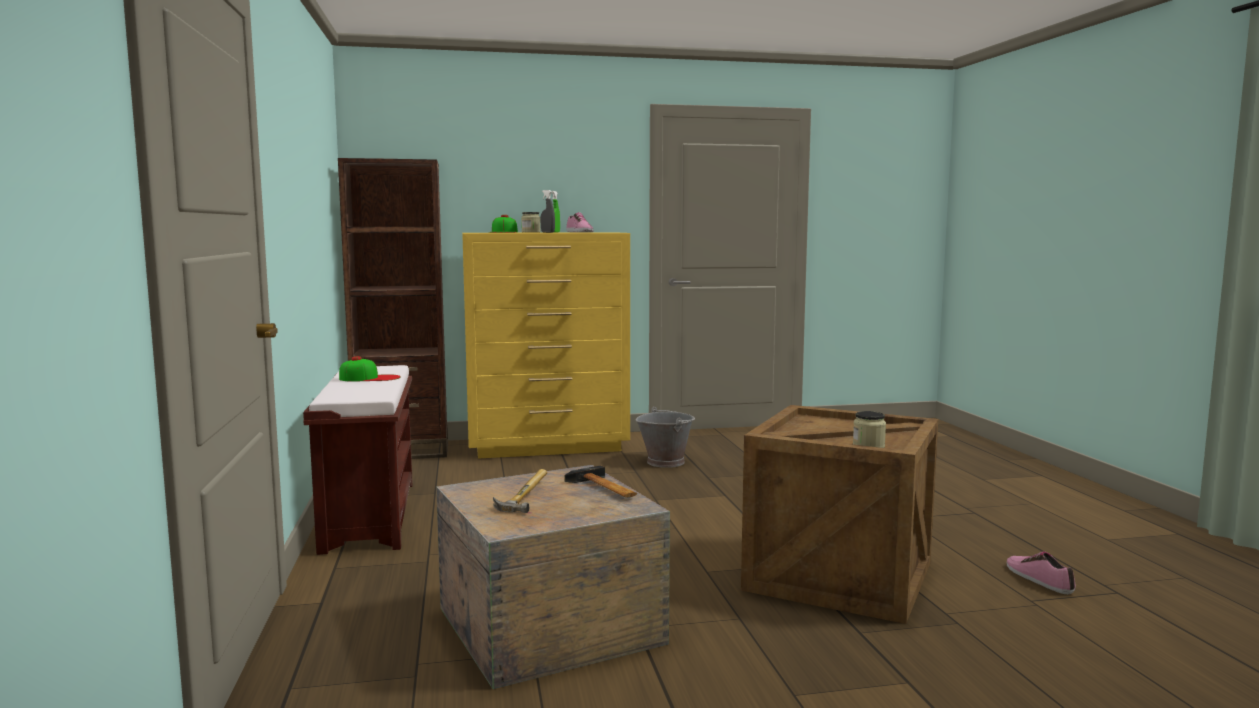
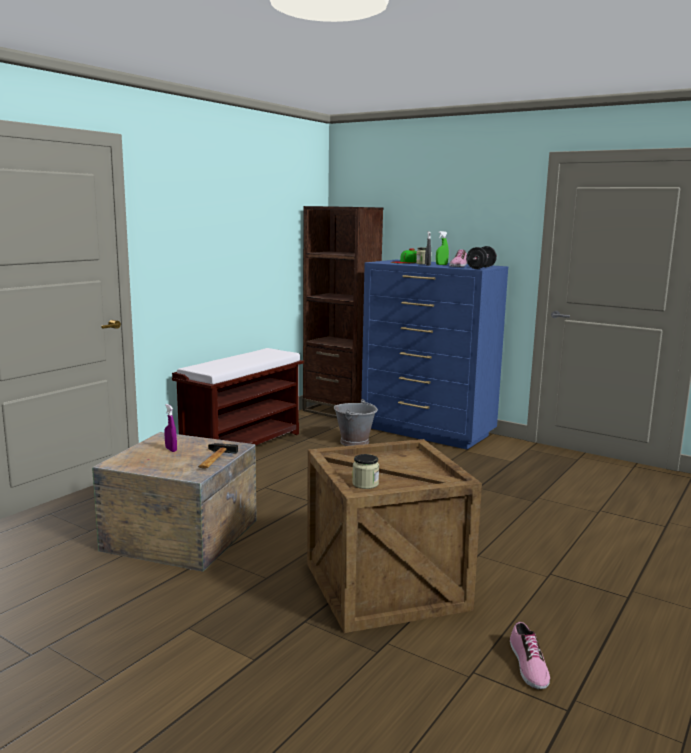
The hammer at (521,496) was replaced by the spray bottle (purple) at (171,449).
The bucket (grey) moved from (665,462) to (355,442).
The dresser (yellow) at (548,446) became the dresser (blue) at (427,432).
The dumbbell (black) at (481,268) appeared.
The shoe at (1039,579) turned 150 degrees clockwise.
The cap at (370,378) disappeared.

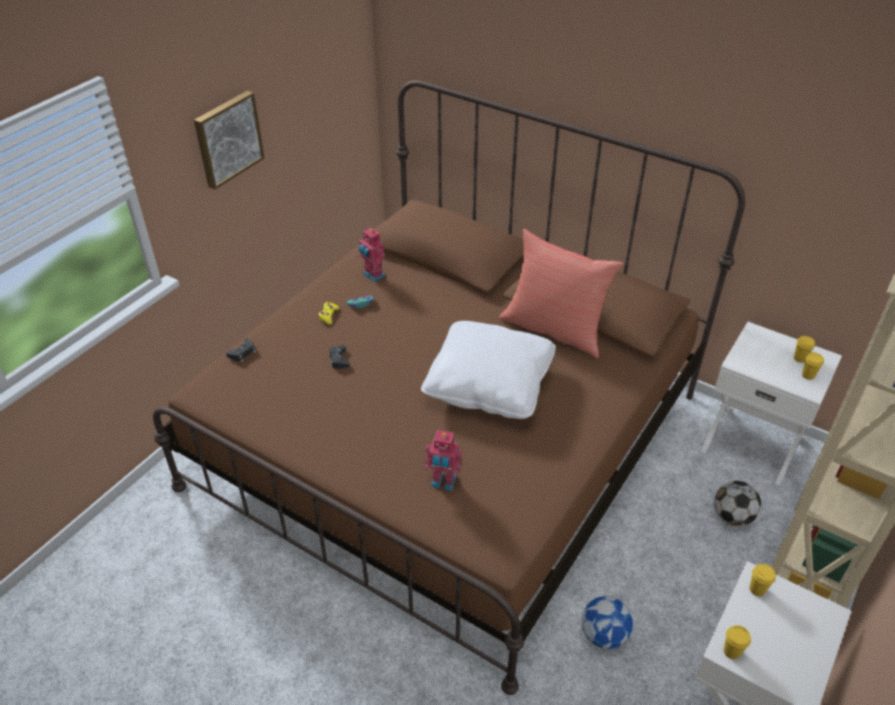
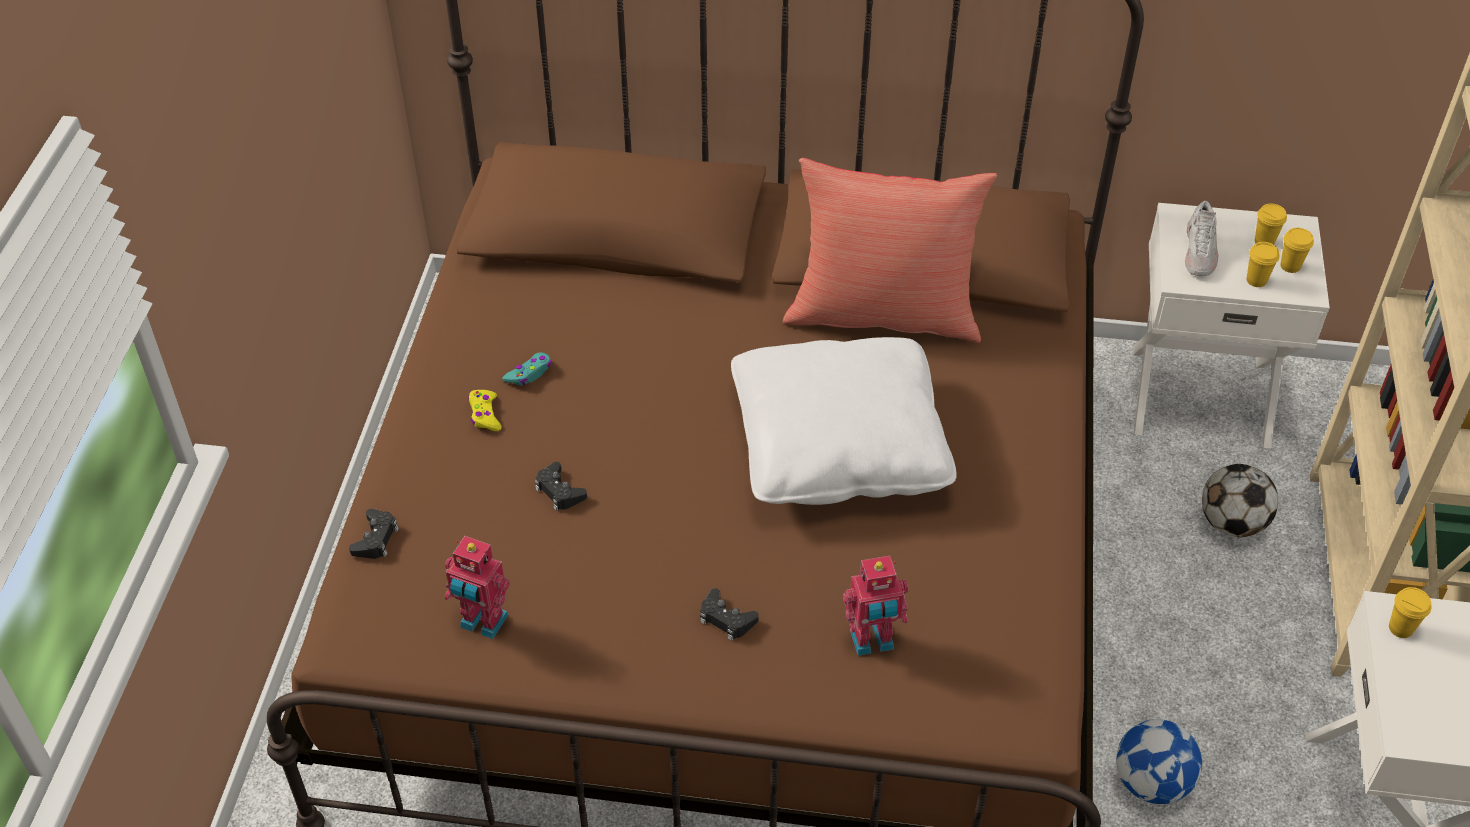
The toy robot moved from (373,276) to (482,623).
The game controller (black) at (726,619) appeared.
The shoe (white) at (1199,253) appeared.
The cup (yellow) moved from (731,651) to (1256,280).
The picture at (227,138) disappeared.

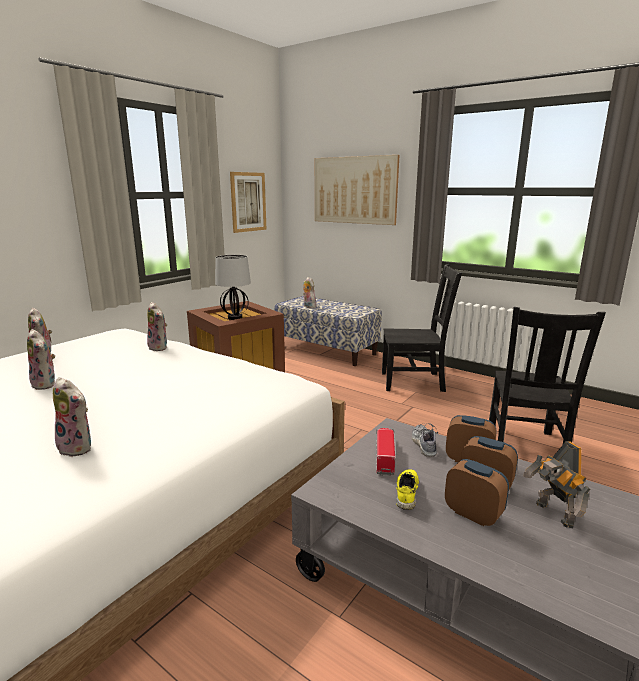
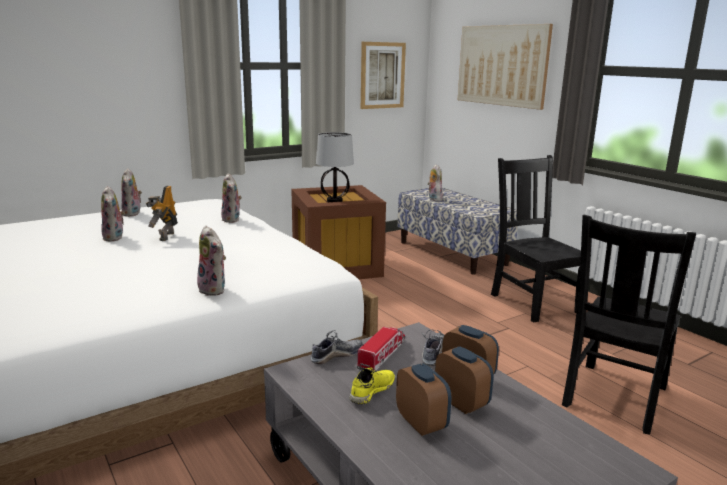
The toy robot moved from (552,514) to (165,236).
The plush toy moved from (78,447) to (214,290).
The shoe at (336,356) appeared.
The chair (black) at (415,382) turned 135 degrees counterclockwise.

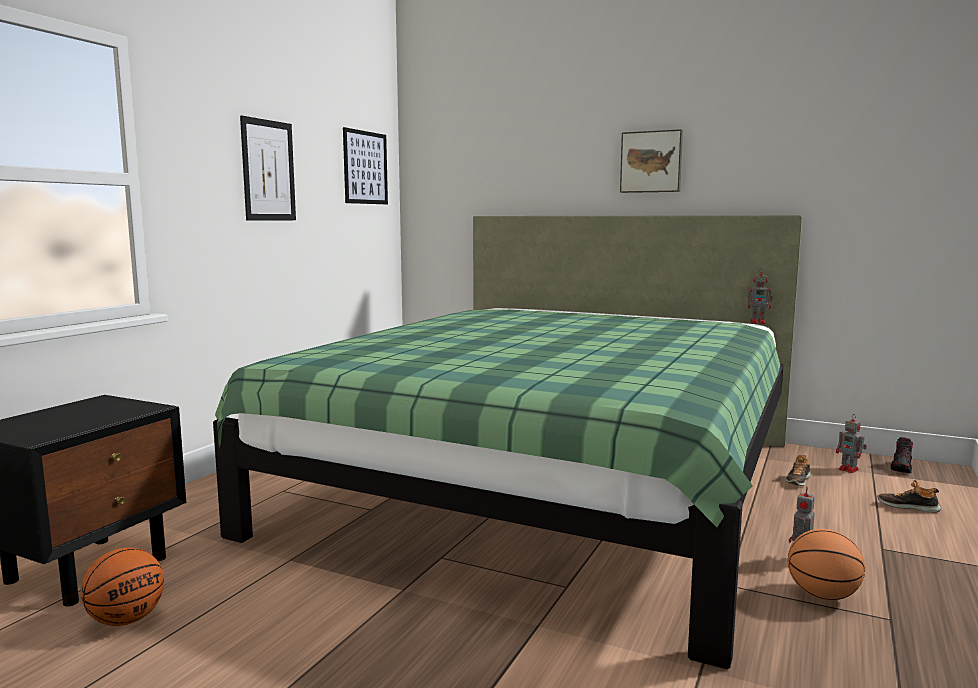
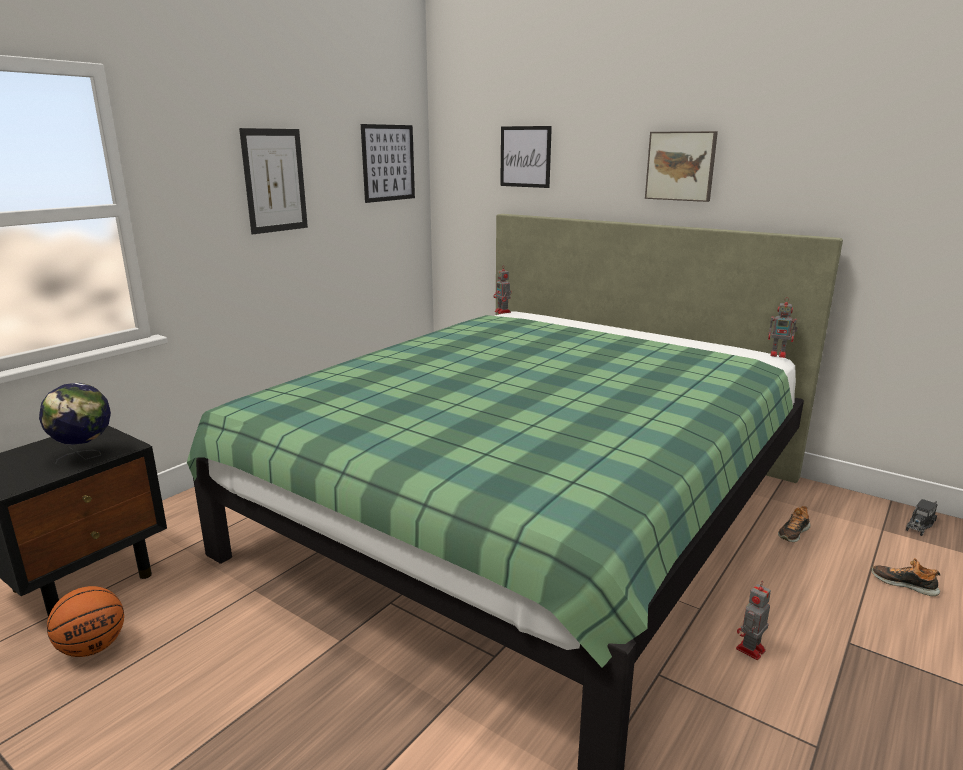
The globe at (85,456) appeared.
The toy robot moved from (849,470) to (503,312).
The picture at (525,156) appeared.
The shoe at (901,468) was replaced by the toy truck at (920,525).
The basketball at (822,596) disappeared.

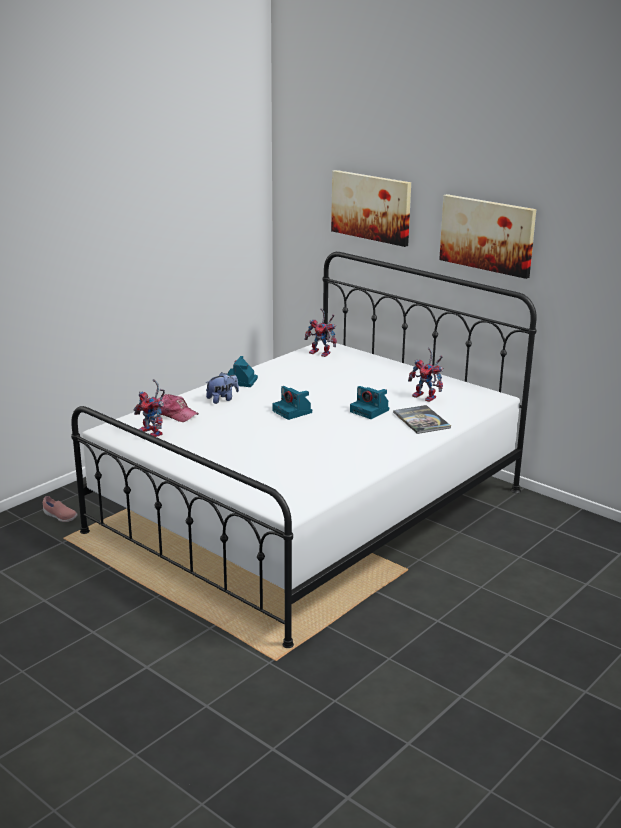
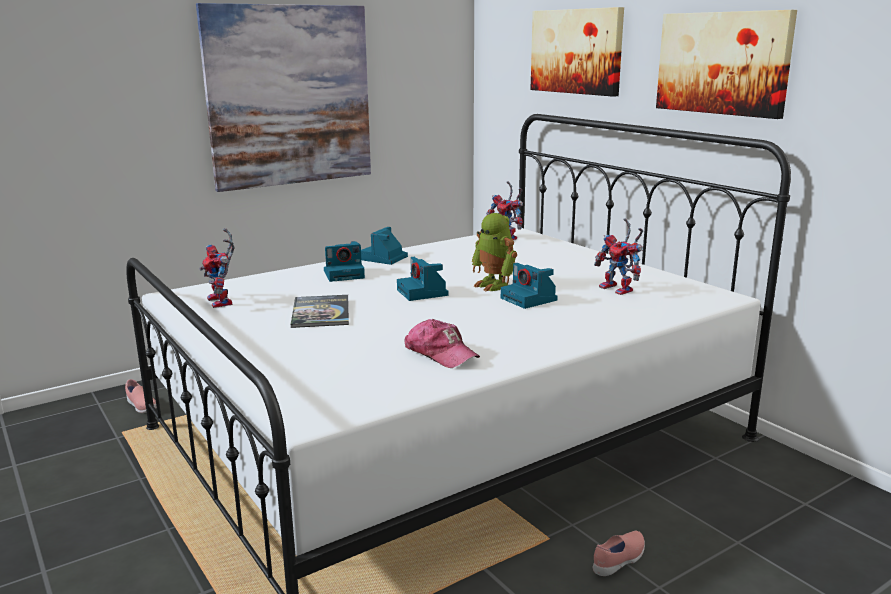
The picture at (290,96) appeared.
The book moved from (421,420) to (321,312).
The plush toy at (222,399) was replaced by the photo camera at (345,274).
The cap moved from (174,414) to (440,354).
The toy robot at (494,285) appeared.
The shoe (pink) at (619,561) appeared.

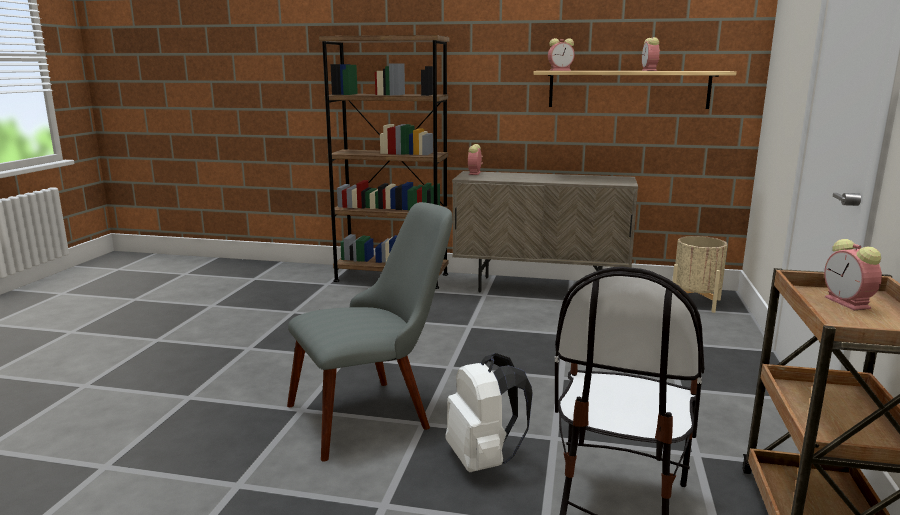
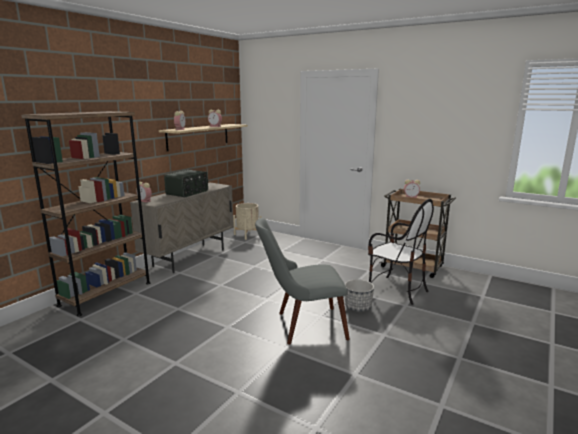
The radio at (188,192) appeared.
The chair (grey) at (375,412) turned 90 degrees counterclockwise.
The backpack (white) at (484,460) was replaced by the planter at (358,307).

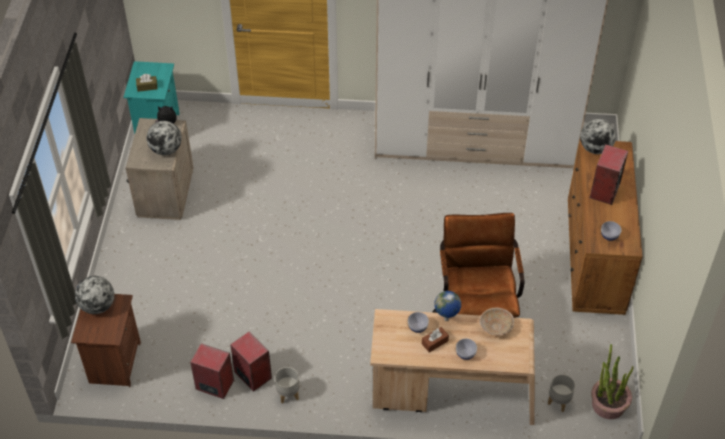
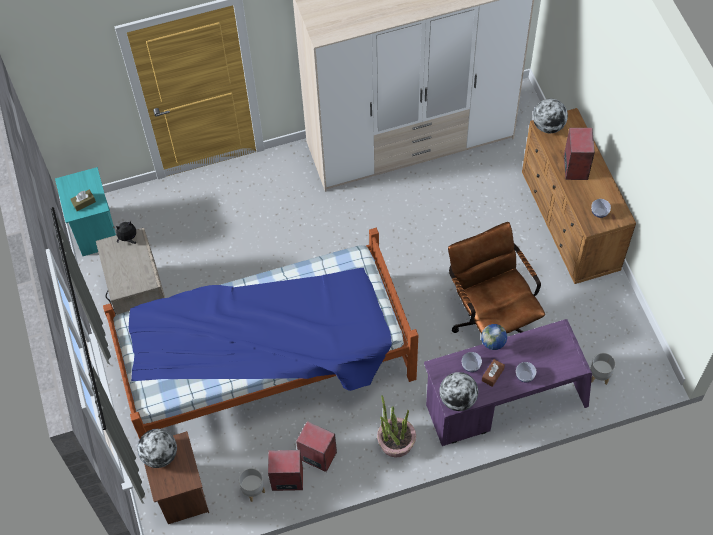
The bed at (268,366) appeared.
The planter (grey) moved from (288,394) to (254,490).
The potted plant moved from (608,404) to (396,442).
The desk (beige) at (452,393) became the desk (purple) at (504,404).
The globe moved from (166,149) to (457,399).
The bowl (beige) at (495,327) disappeared.

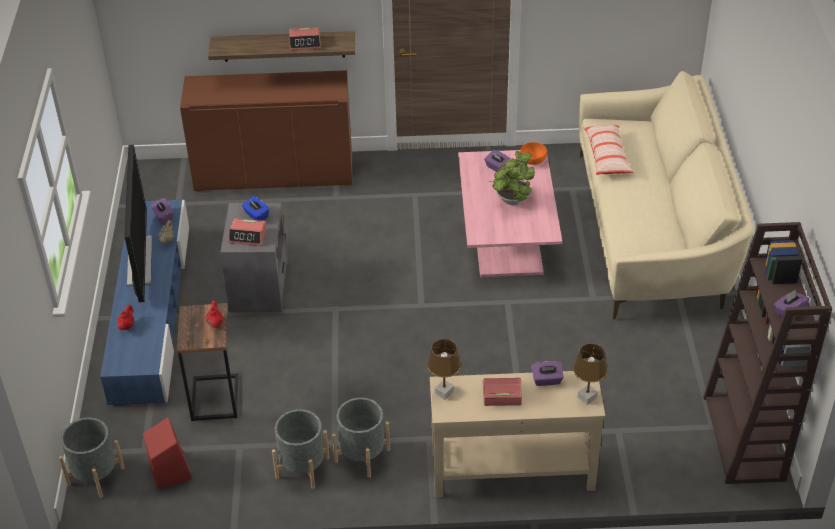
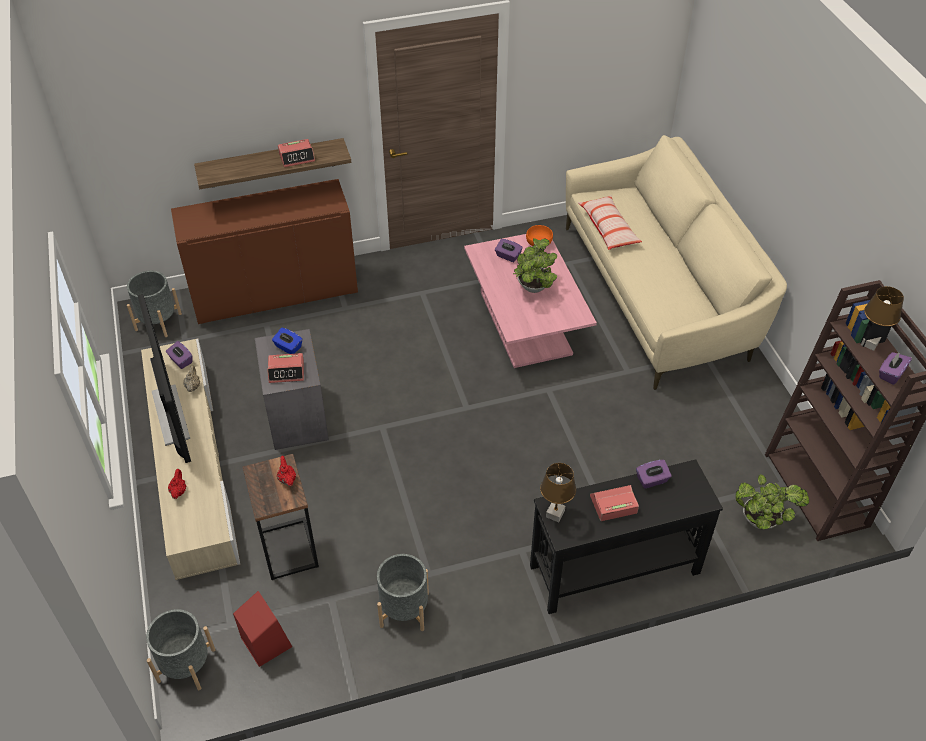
The planter (grey) moved from (362,455) to (158,322).
The tv stand (blue) at (151,311) became the tv stand (beige) at (192,464).
The console table (beige) at (511,471) became the console table (black) at (613,569).
The potted plant at (762,520) appeared.
The table lamp (brown) moved from (587,397) to (870,343).

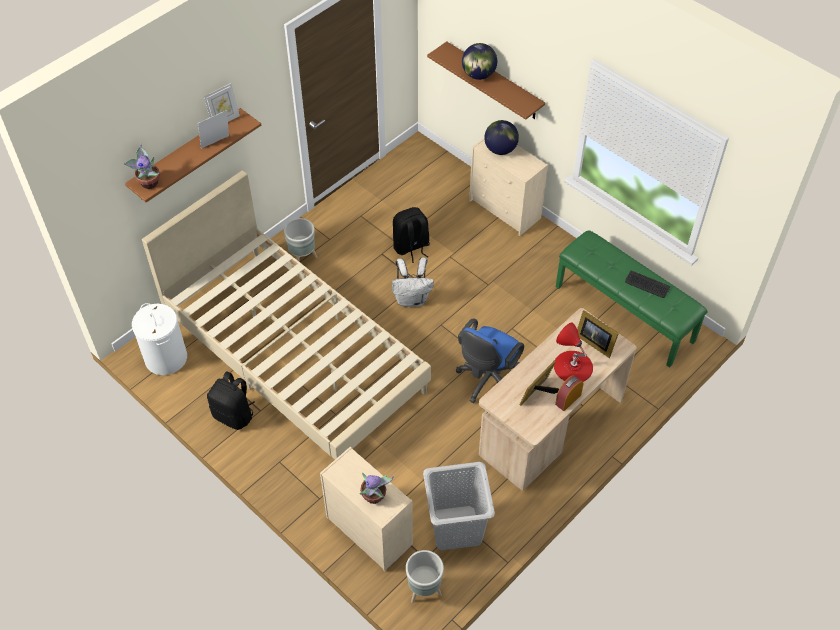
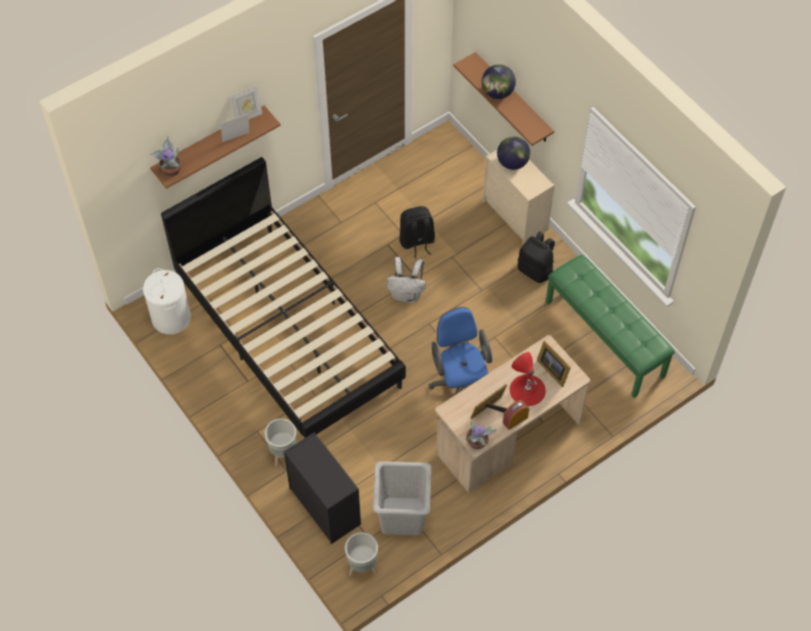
The bed (beige) at (294,354) became the bed (black) at (288,331).
The planter (grey) moved from (302,259) to (283,454).
The dresser (beige) at (368,530) became the dresser (black) at (324,505).
The office chair (blue) at (487,380) turned 120 degrees clockwise.
The potted plant moved from (374,497) to (477,443).
The backpack (black) moved from (234,415) to (535,270).
The keyboard at (647,285) disappeared.

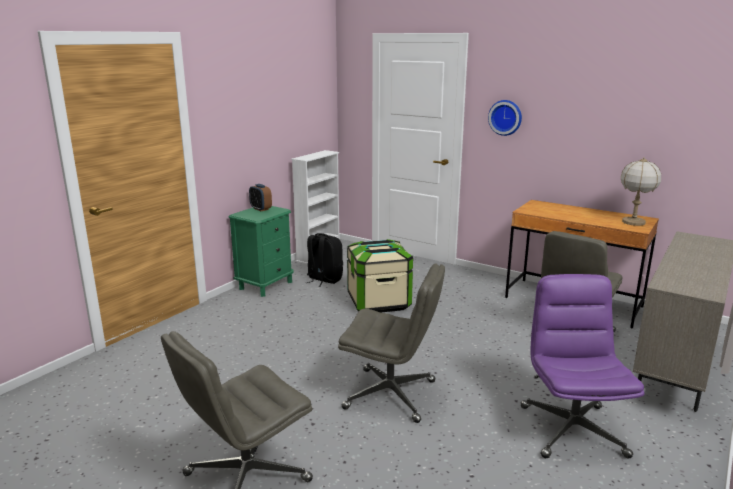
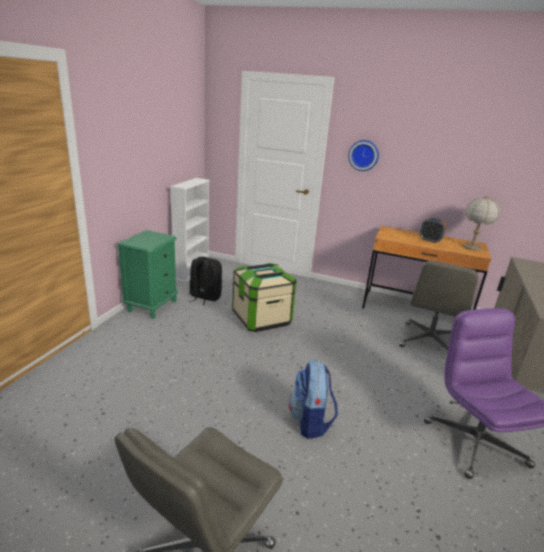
The office chair (grey) at (391,395) was replaced by the backpack at (310,421).
The alarm clock moved from (261,209) to (430,240).

